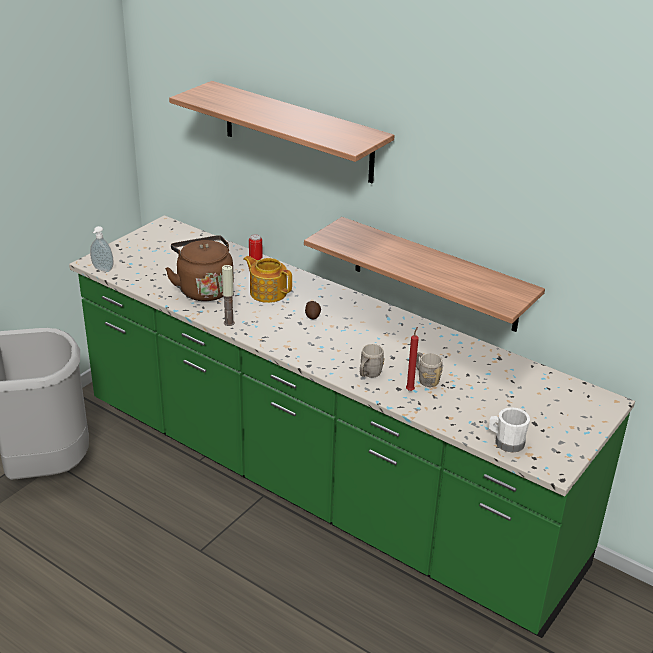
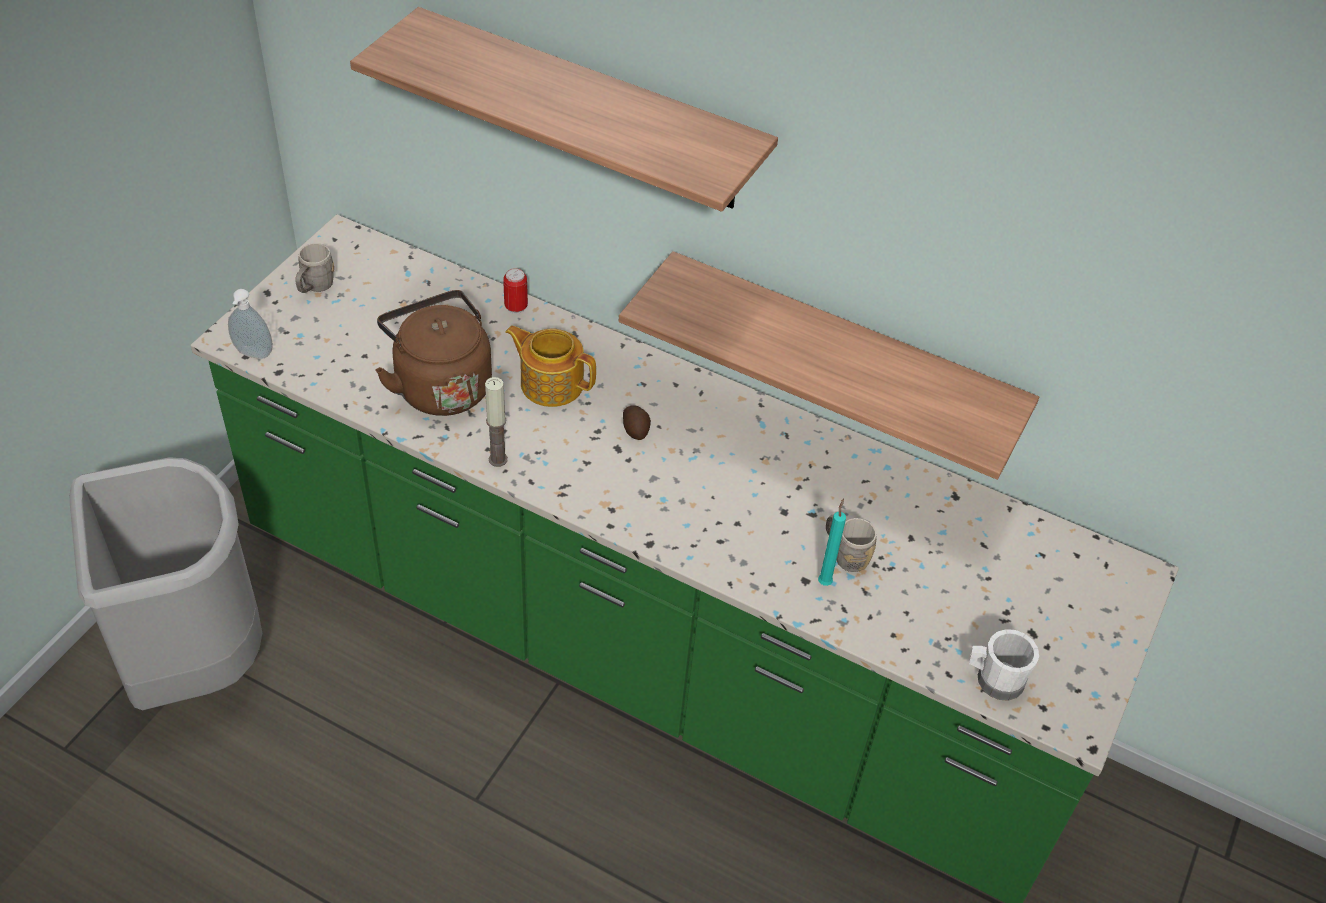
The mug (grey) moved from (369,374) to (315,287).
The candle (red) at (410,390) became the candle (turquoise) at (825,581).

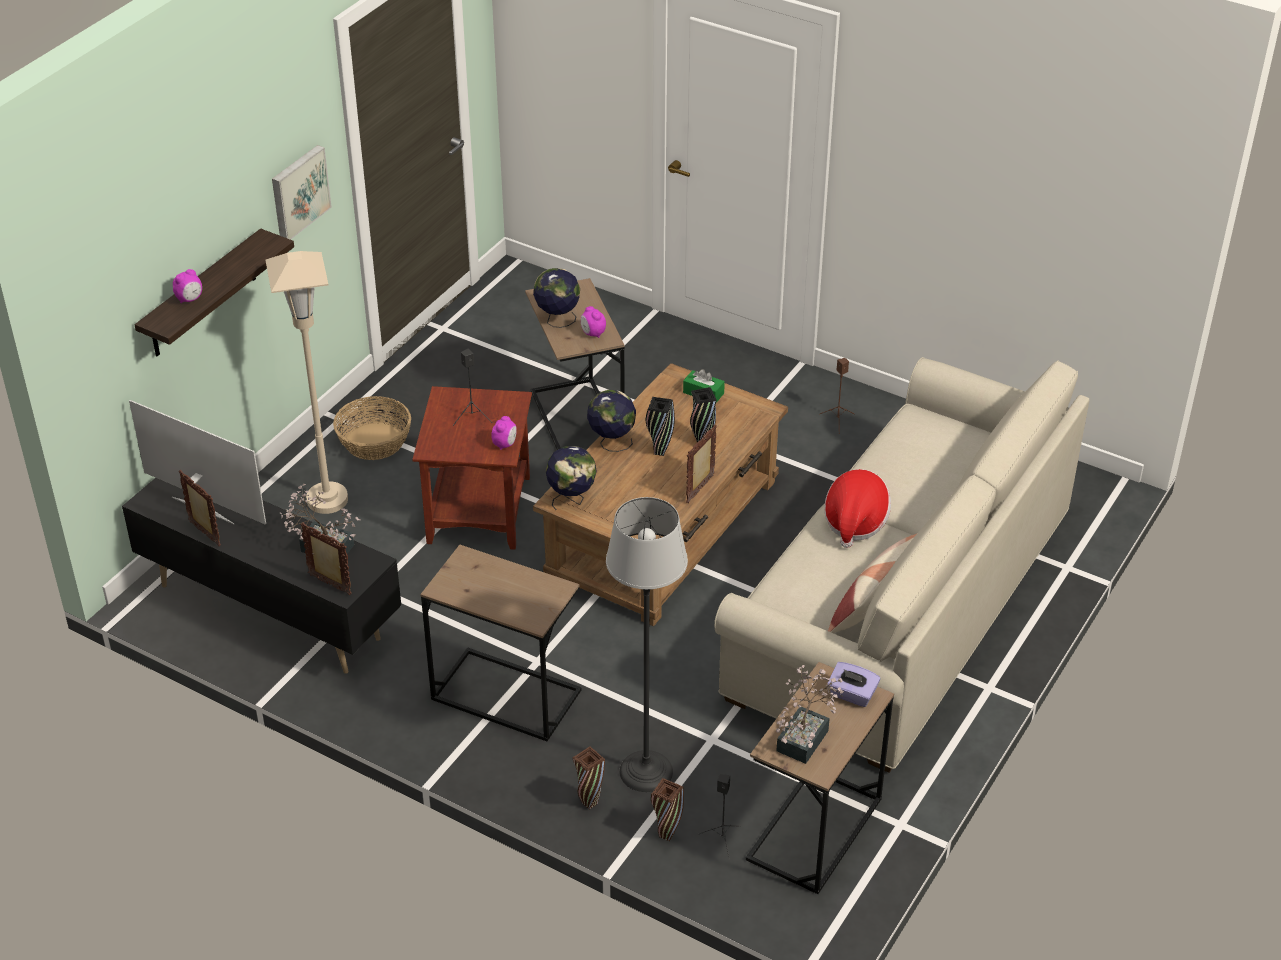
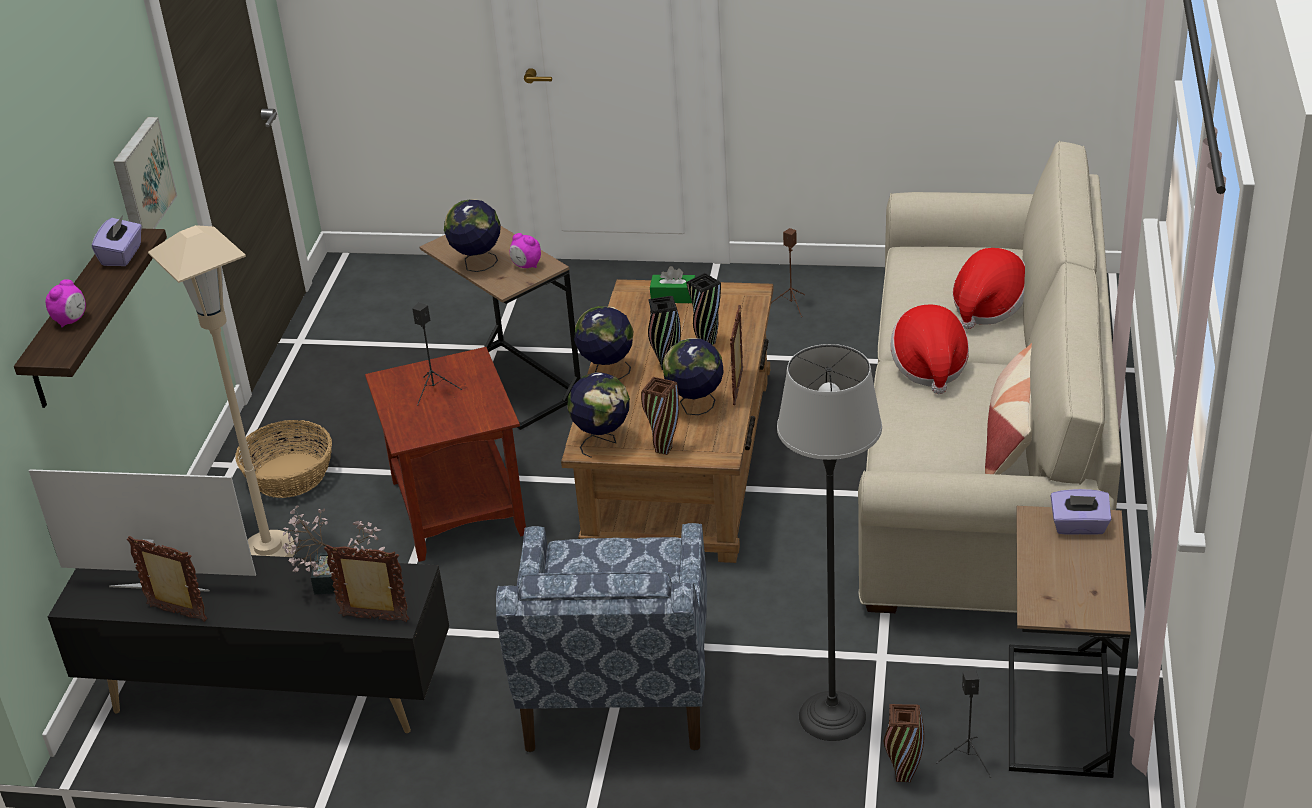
The tissue box (purple) at (122,255) appeared.
The side table (brown) at (506,695) was replaced by the armchair (blue) at (616,691).
The vase (brown) moved from (589,803) to (664,449).
The globe at (695,406) appeared.
The hat at (988,308) appeared.
The alarm clock at (505,444) disappeared.
The potted plant at (806,736) disappeared.

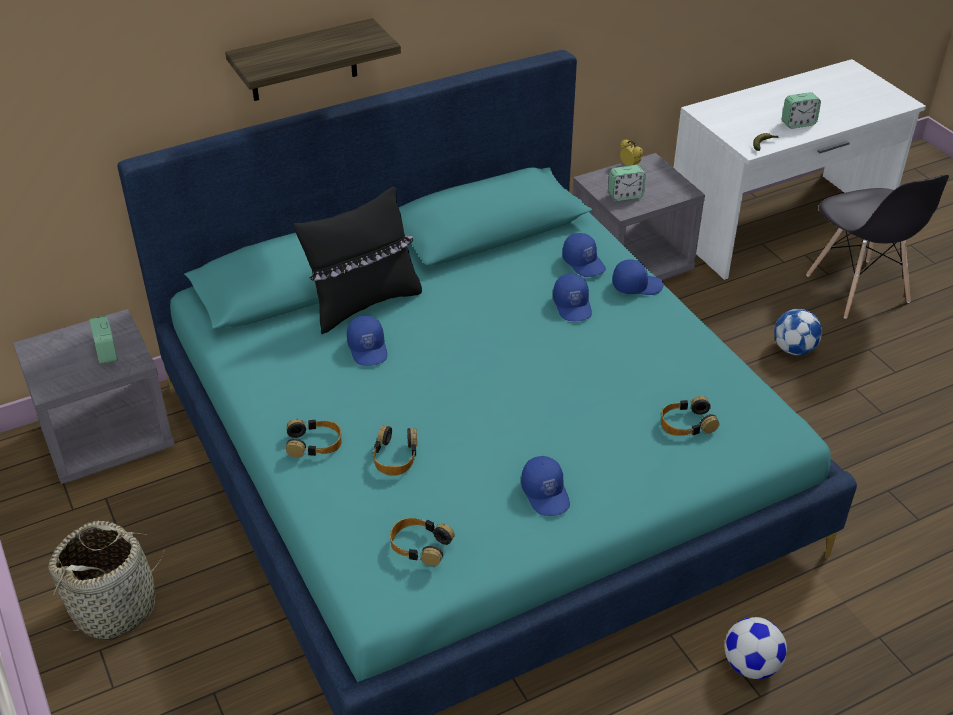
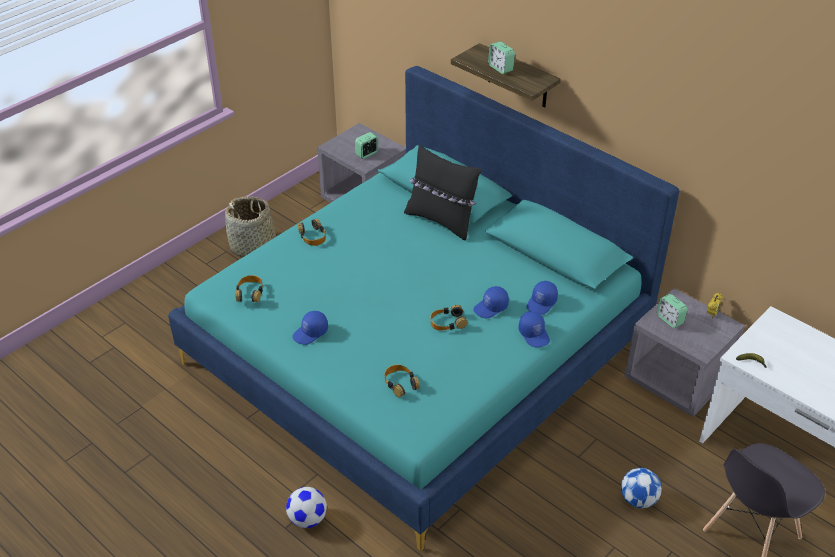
The headphones moved from (395,456) to (447,322).
The alarm clock moved from (798,123) to (500,68).
The cap (blue) at (368,349) disappeared.

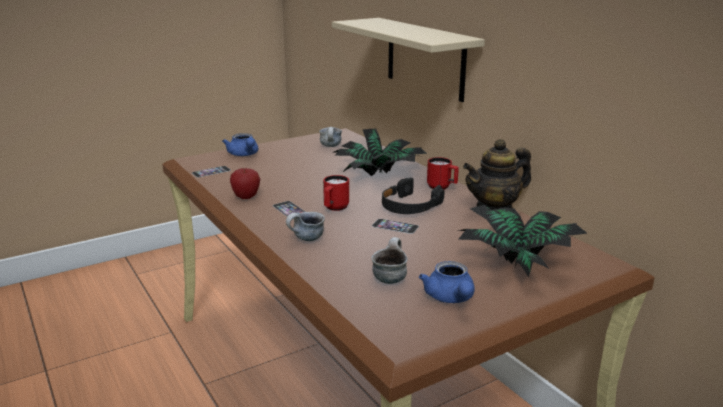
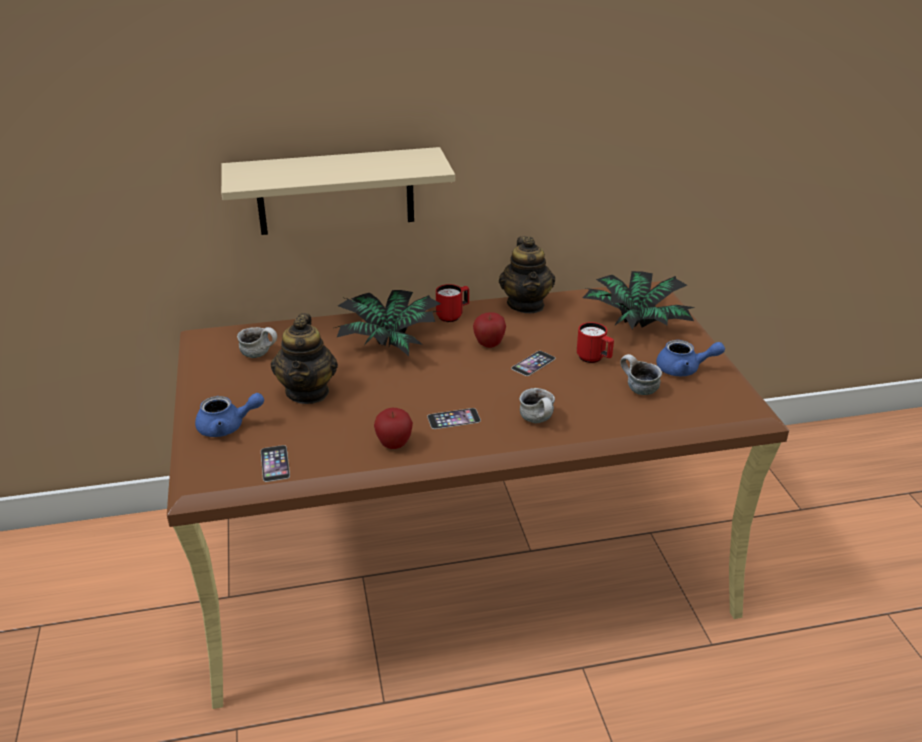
The teapot at (308,392) appeared.
The headphones (black) at (409,206) was replaced by the apple at (489,344).
The mug (red) moved from (334,208) to (594,359).

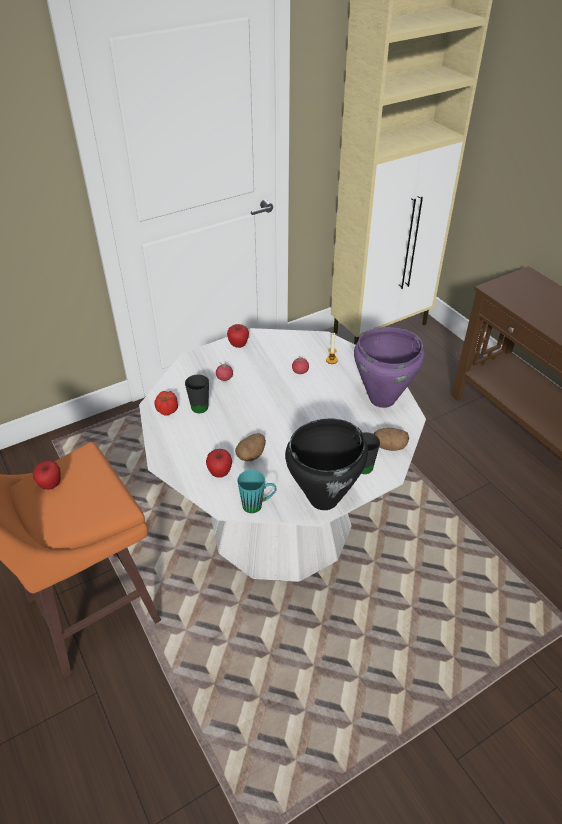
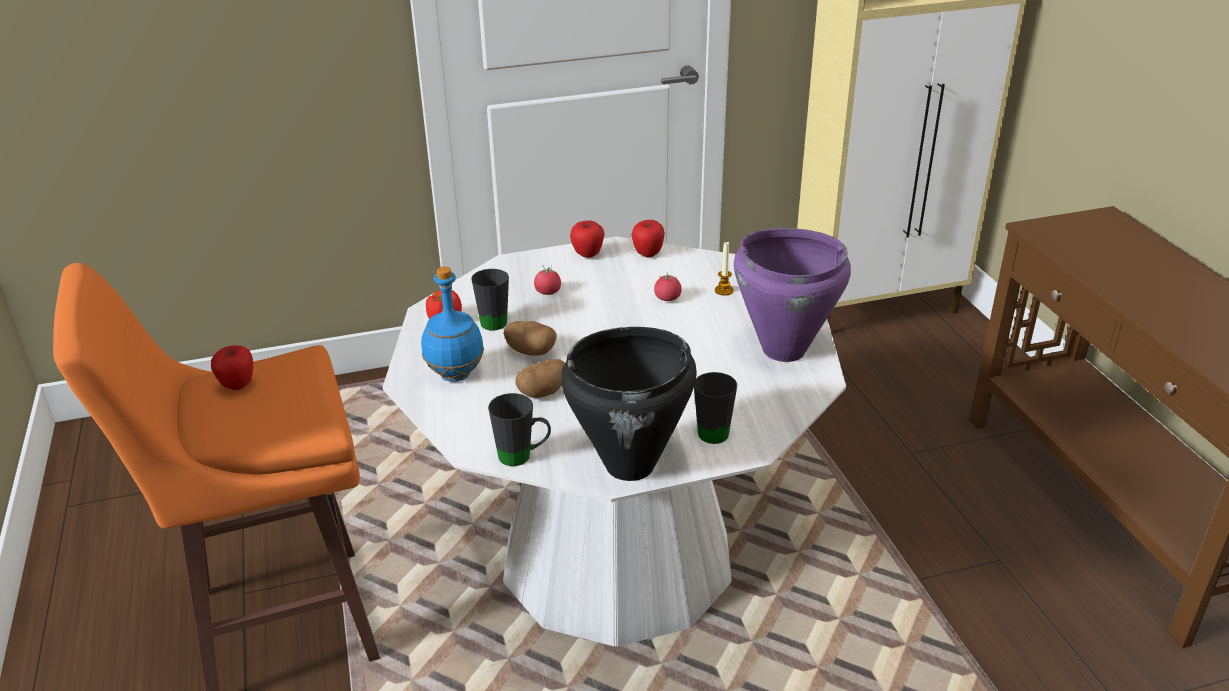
The bottle (blue) at (454,375) appeared.
The mug (turquoise) at (257,505) became the mug (black) at (523,457).
The potato moved from (389,446) to (530,351).
The apple moved from (220,473) to (648,254).

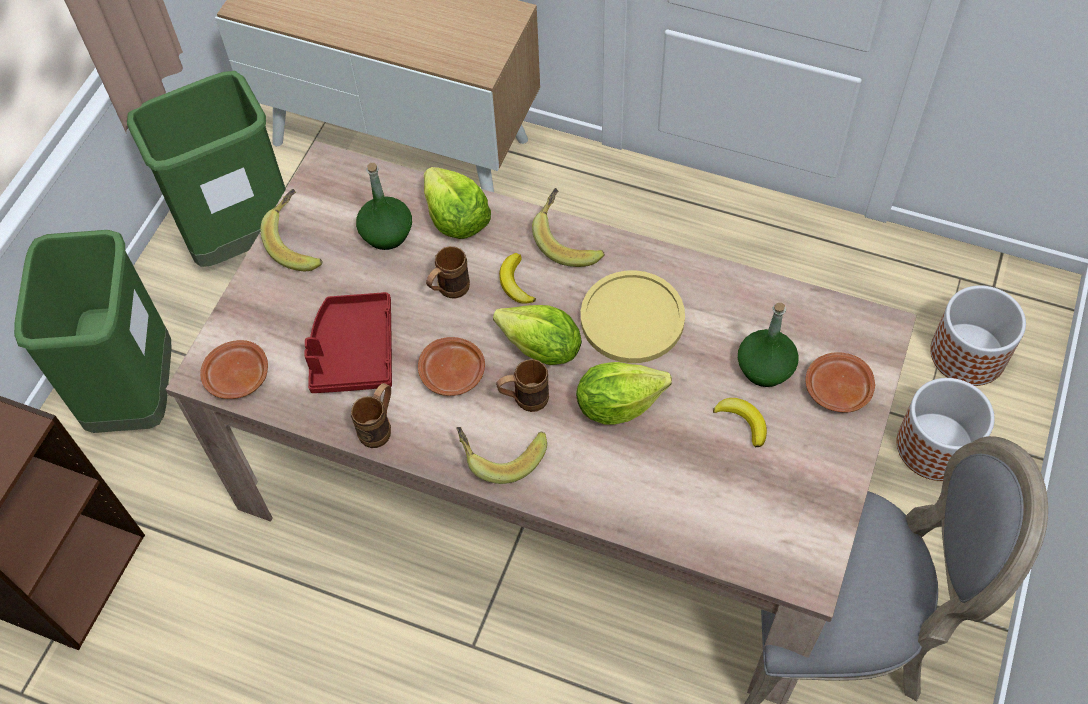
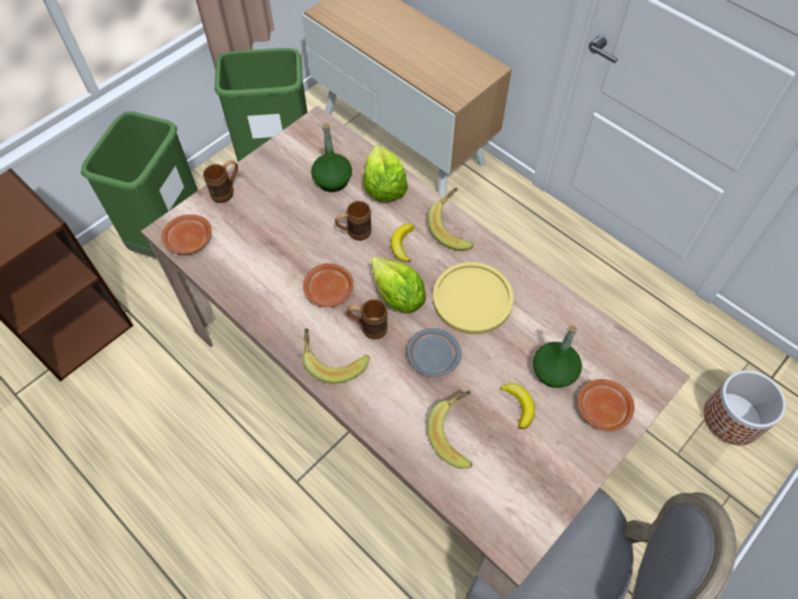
The mug (brown) moved from (380,427) to (227,192).
The lettuce at (617,404) was replaced by the plate (grey) at (432,356).
The banana moved from (299,242) to (457,434).
The tray (red) at (353,352) disappeared.
The planter at (934,446) disappeared.

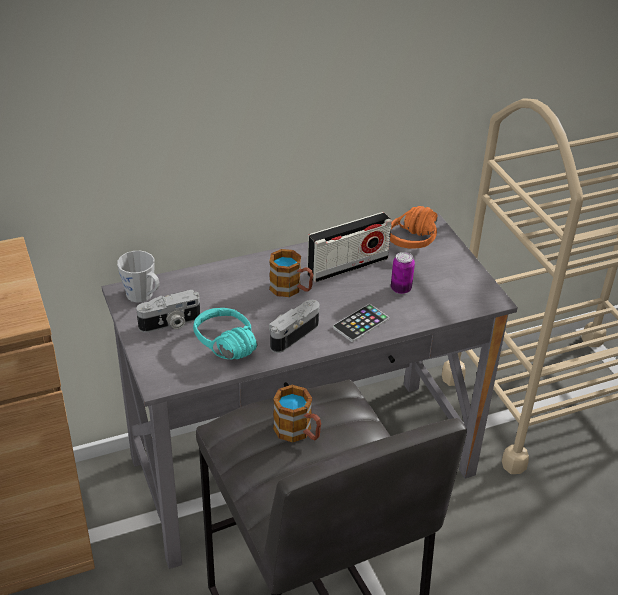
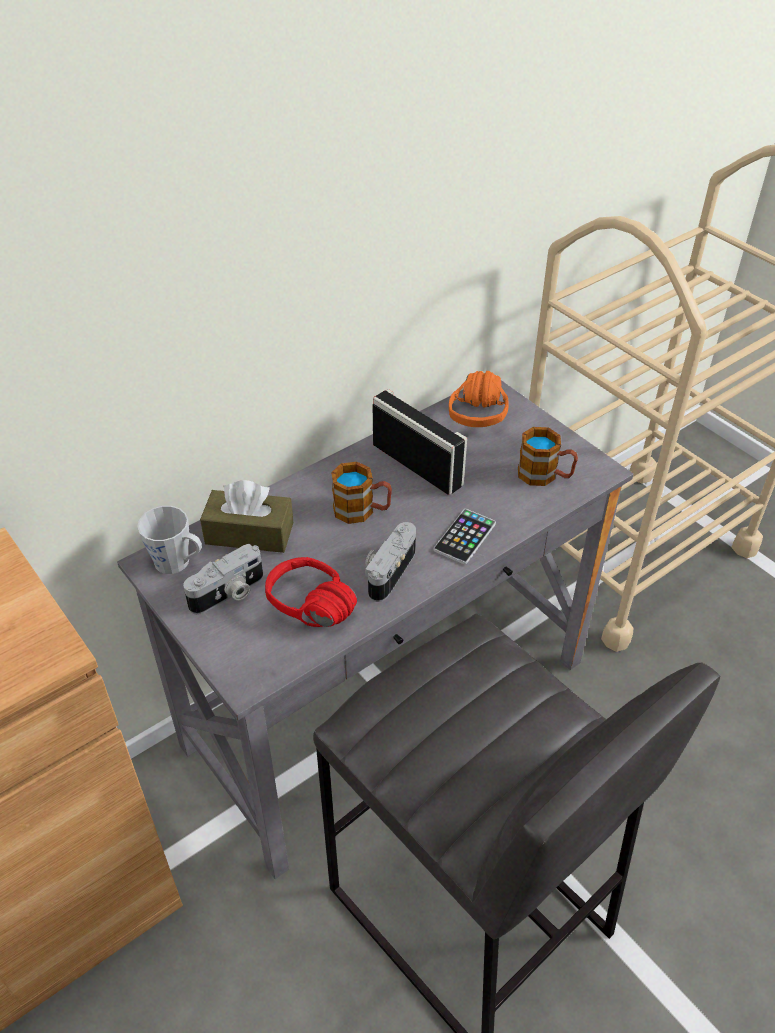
The tissue box (brown) at (249,533) appeared.
The headphones (turquoise) at (217,348) became the headphones (red) at (303,614).
The radio at (347,266) turned 90 degrees counterclockwise.
The mug moved from (298,432) to (545,475).
The can at (401,289) disappeared.

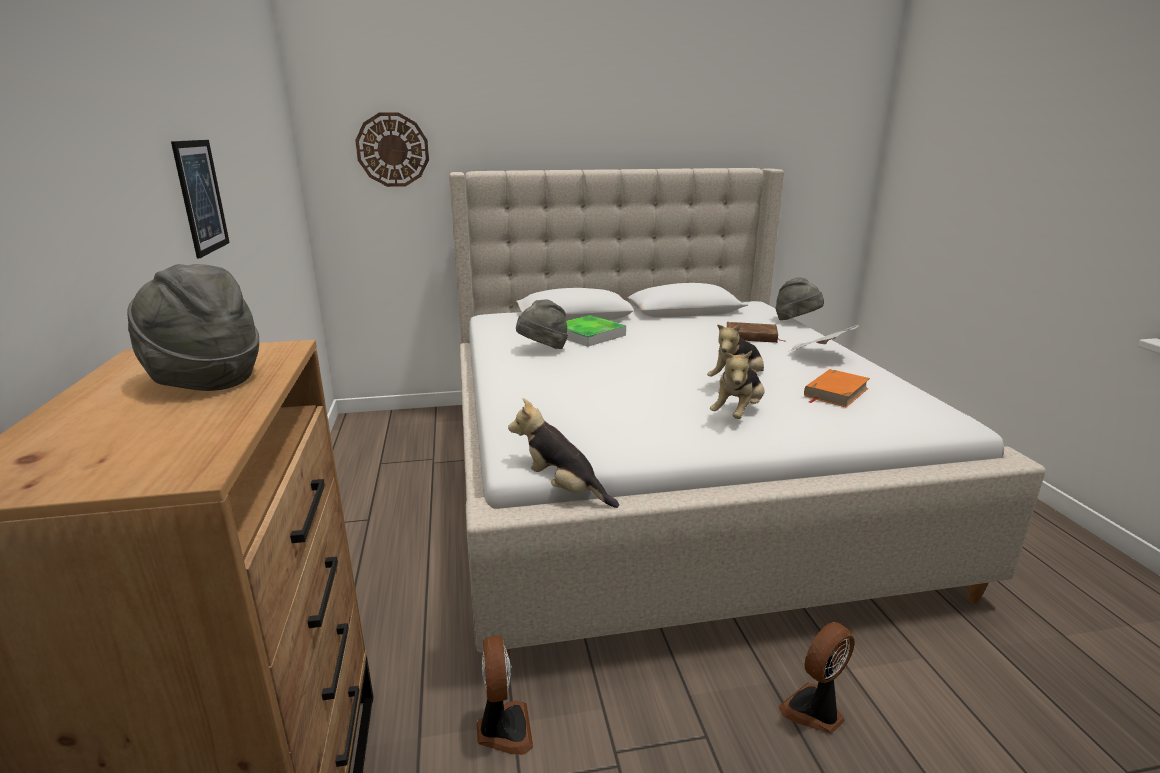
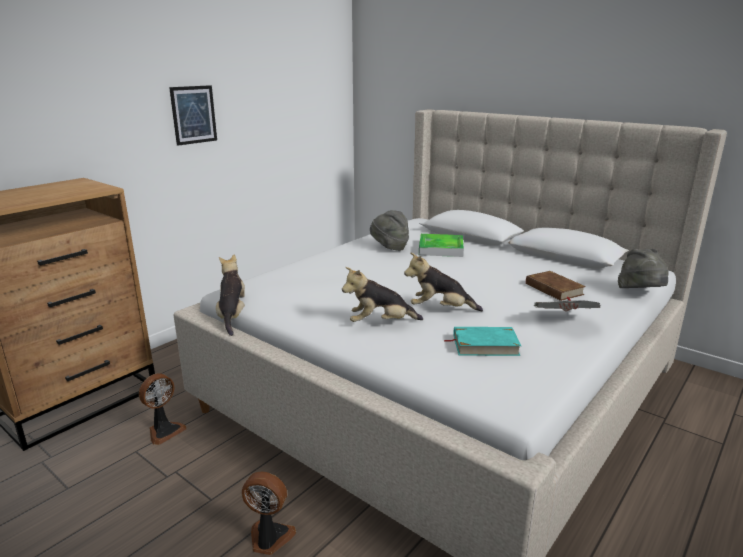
The book (orange) at (835,392) became the book (turquoise) at (485,345).
The hat (grey) at (204,380) disappeared.
The wall clock at (392,150) disappeared.

